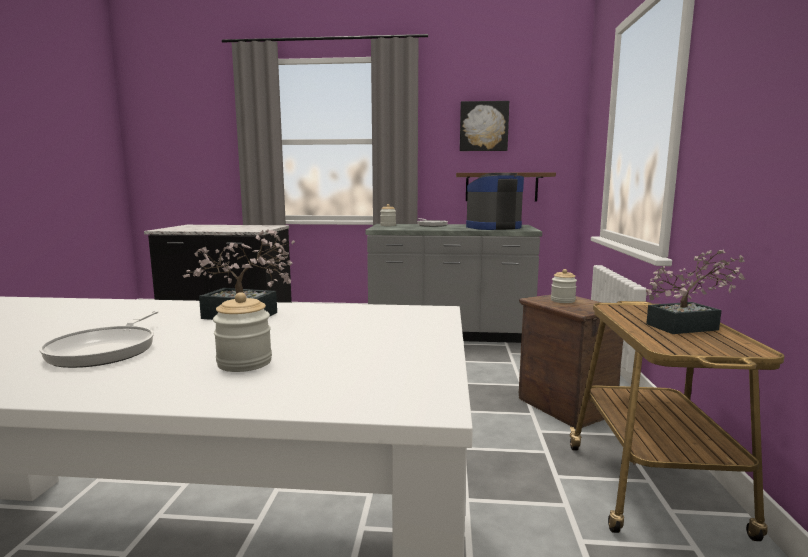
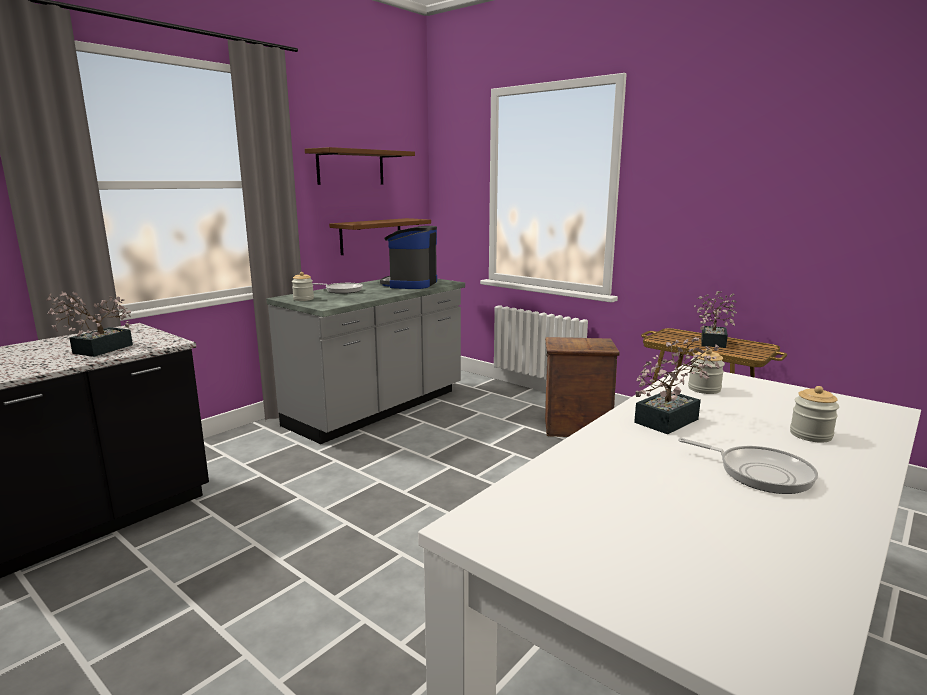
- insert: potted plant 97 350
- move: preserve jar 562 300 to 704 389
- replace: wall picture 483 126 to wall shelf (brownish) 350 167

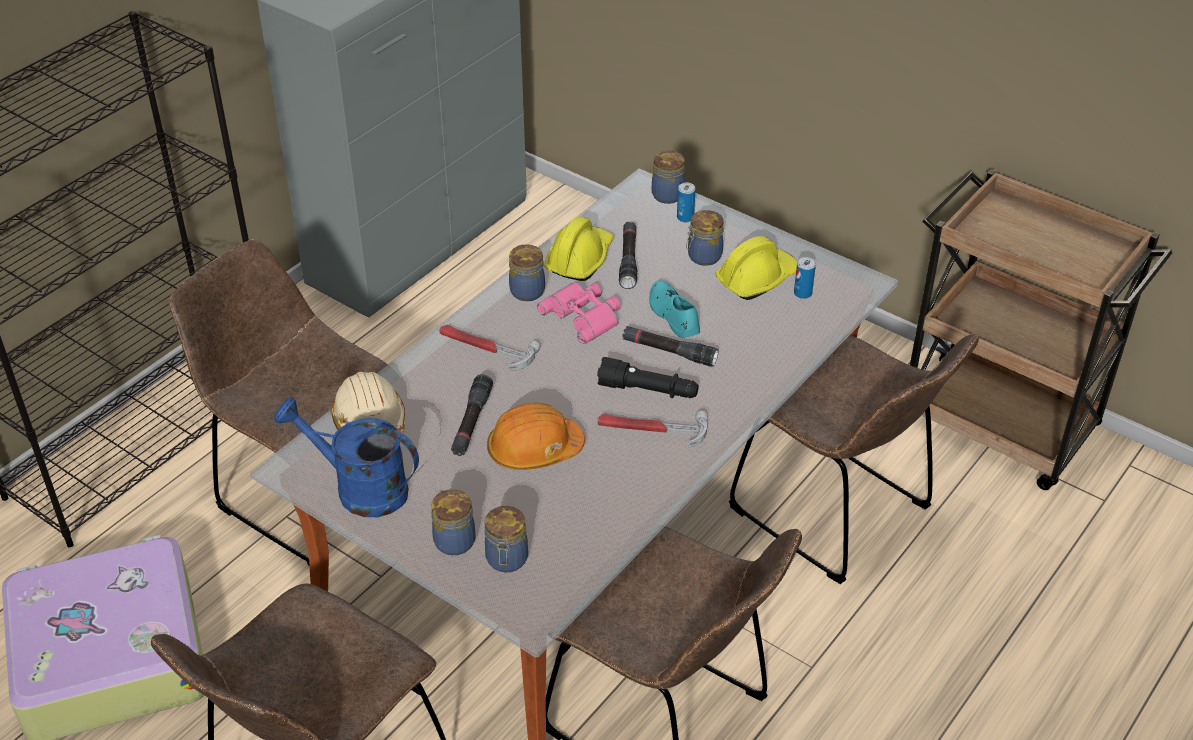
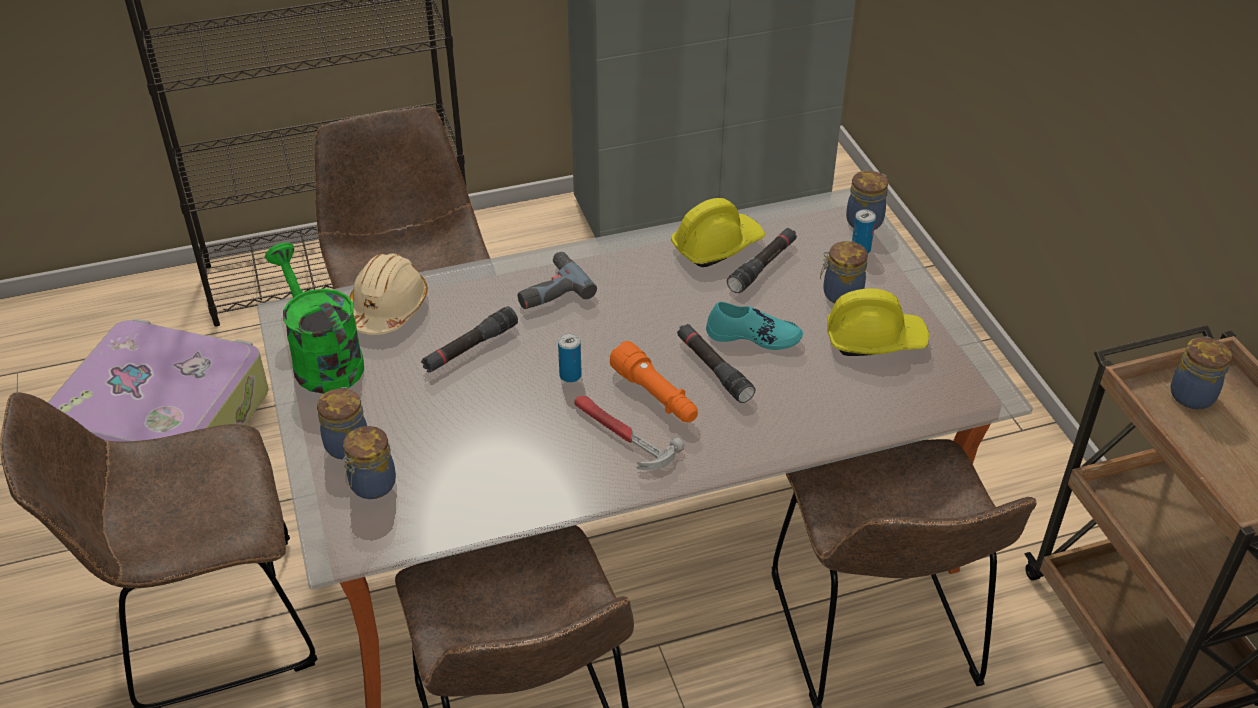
- delete: work helmet (orangey) 534 450
- delete: pair of binoculars (pink-coloured) 584 315
- move: preserve jar 526 290 to 1192 394
- move: metal can 802 293 to 570 375
- replace: hand hammer 485 349 to electric drill 549 289
- recolor: watering can (blue-coloured) 360 488 to watering can (green-coloured) 322 359
- recolor: flashlight (blackish) 648 391 to flashlight (orangey) 656 396
- rotate: low shoe (turquoise) 673 315 = 753 336 90 degrees clockwise

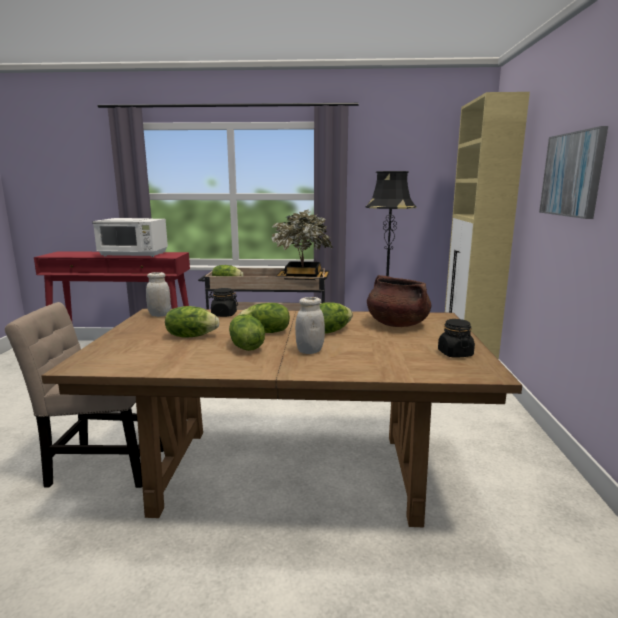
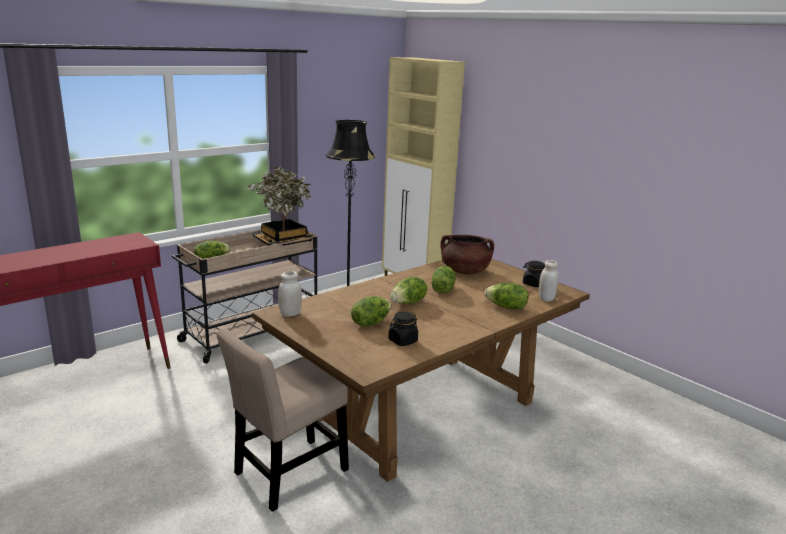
- delete: kitchen microwave (white) 134 254
- delete: wall picture 572 174
- move: preserve jar (blackish) 224 315 to 402 341
- move: head of lettuce 245 347 to 506 307
- move: preserve jar (white) 309 351 to 546 298

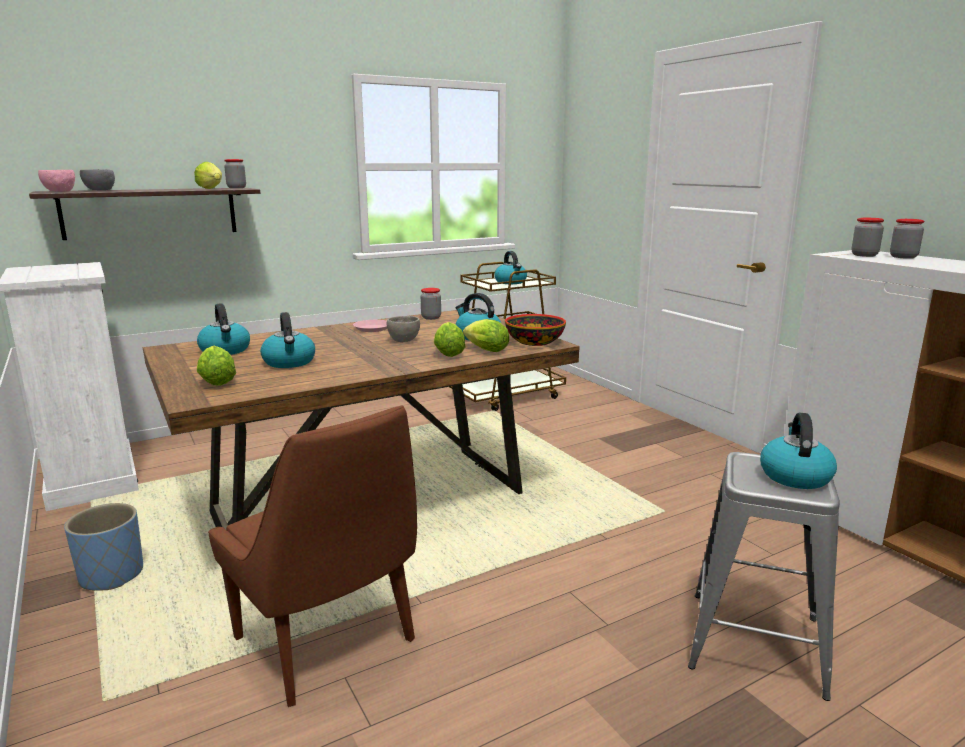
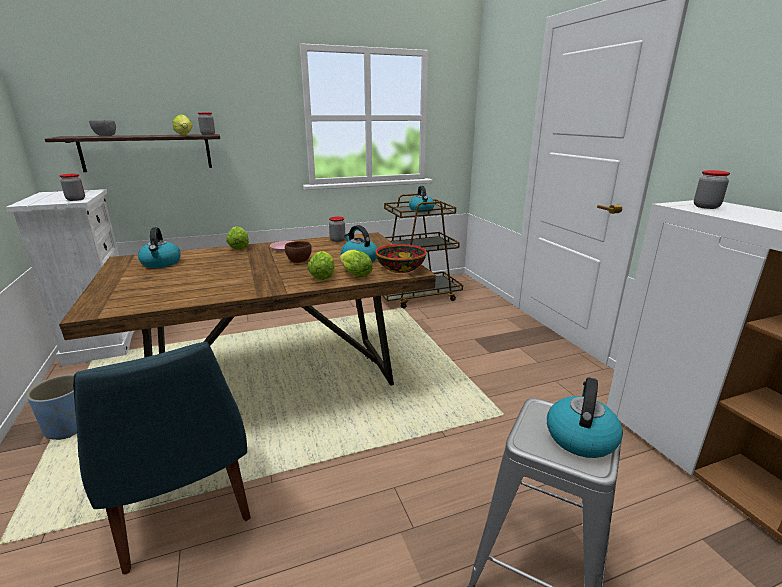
- delete: deep dish (pink-coloured) 59 191
- delete: tea kettle 289 362
- move: head of lettuce 216 381 to 239 247
- move: preserve jar 903 257 to 76 199
- recolor: upright chair (brownish) 328 643 to upright chair (blue-coloured) 184 512
- recolor: deep dish (grey) 404 340 to deep dish (brownish) 299 261

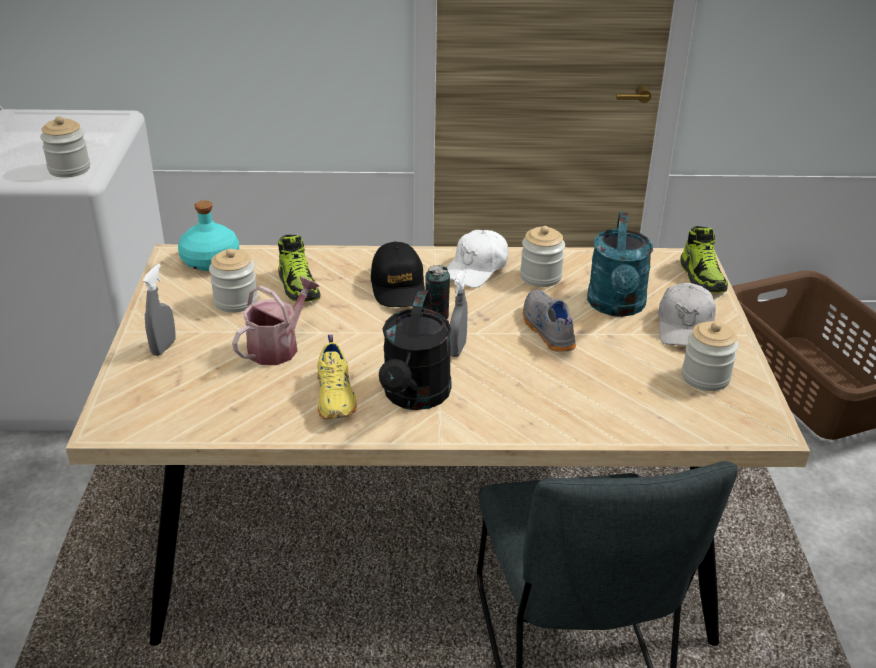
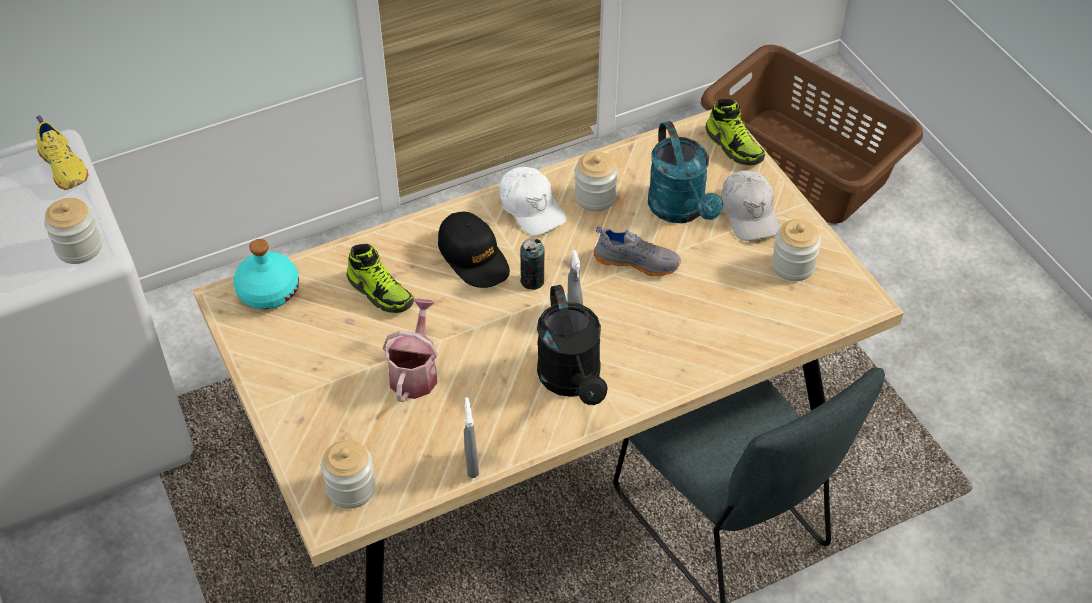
- move: spray bottle (grey) 163 347 to 472 464
- move: preserve jar 236 301 to 351 488
- move: low shoe (yellow-coloured) 336 397 to 65 167
- rotate: baseball cap (white) 476 268 = 531 208 45 degrees counterclockwise
- rotate: low shoe (grey) 546 329 = 637 261 150 degrees clockwise

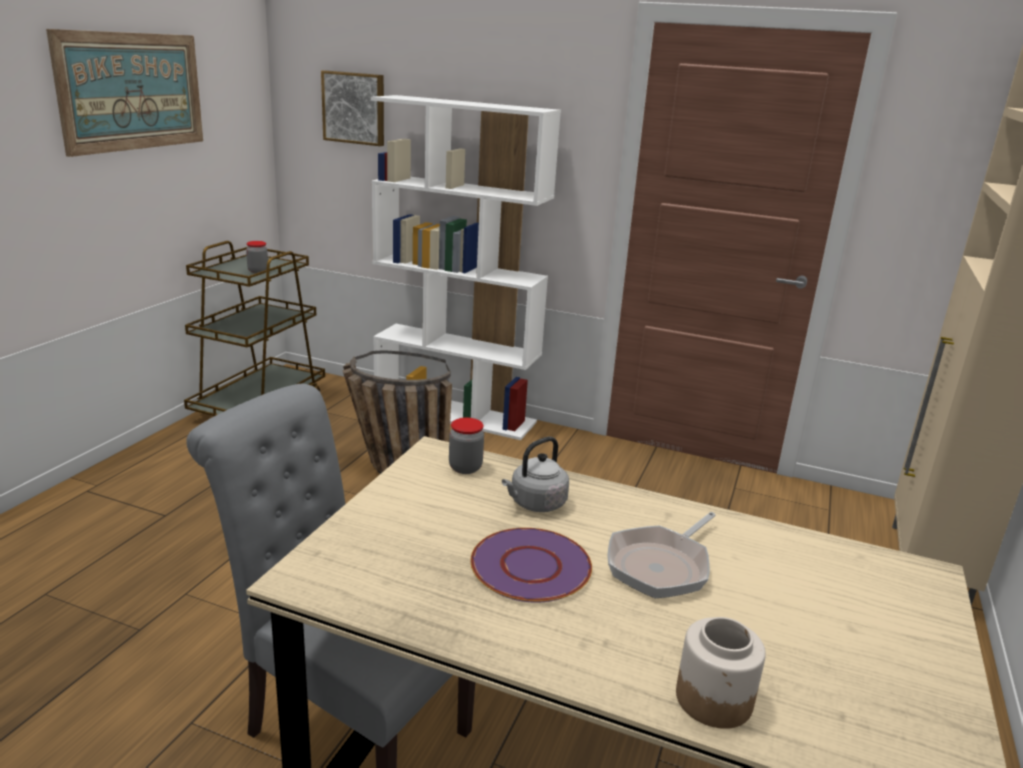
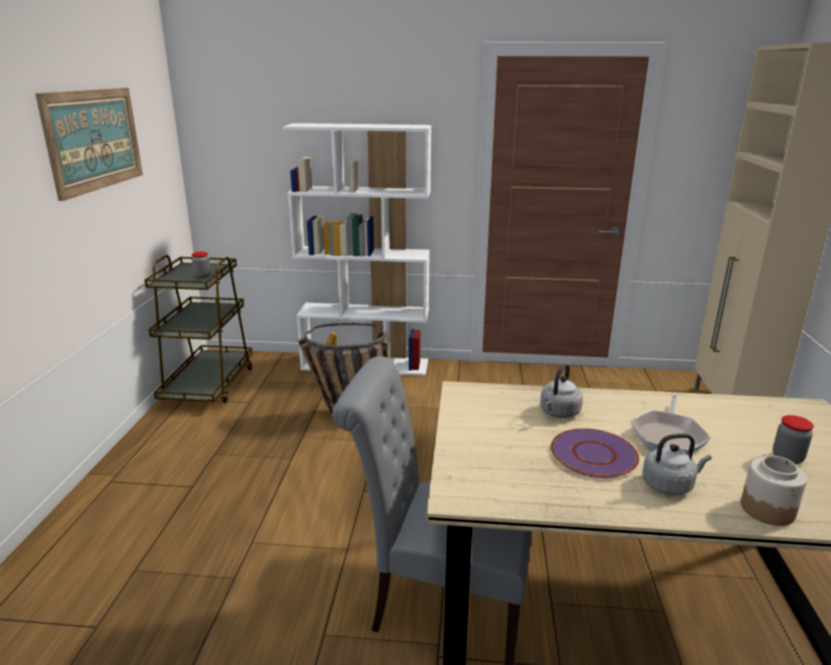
- delete: wall picture 354 108
- insert: tea kettle (grey) 669 485
- move: preserve jar 465 468 to 787 458

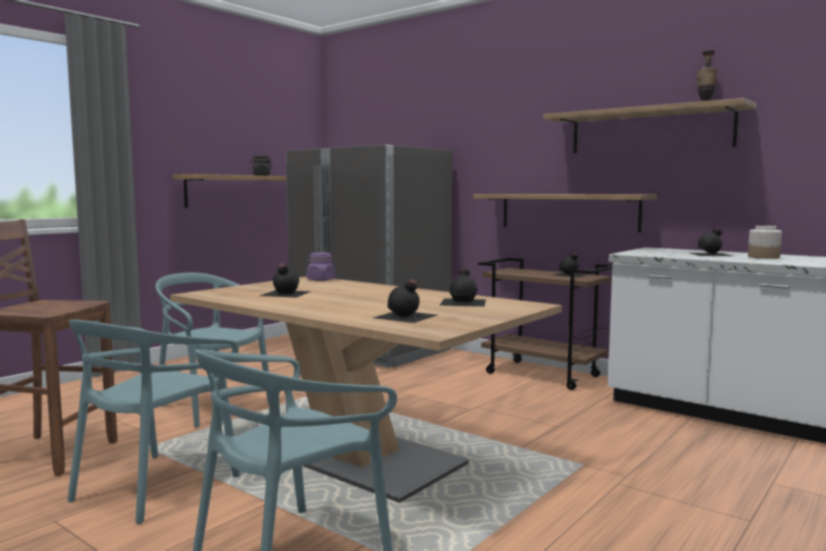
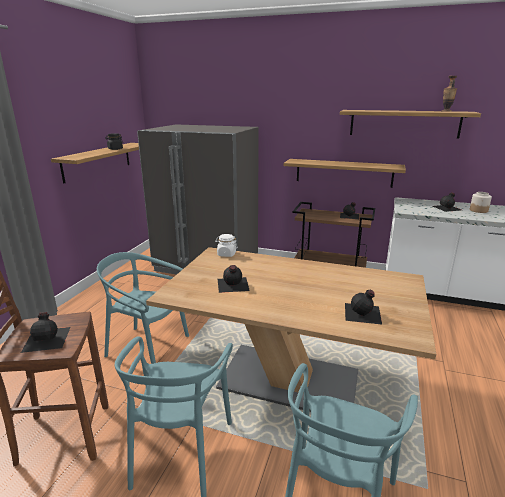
- move: drink bottle (blackish) 464 302 to 47 338
- recolor: preserve jar (purplish) 320 280 to preserve jar (white) 226 254

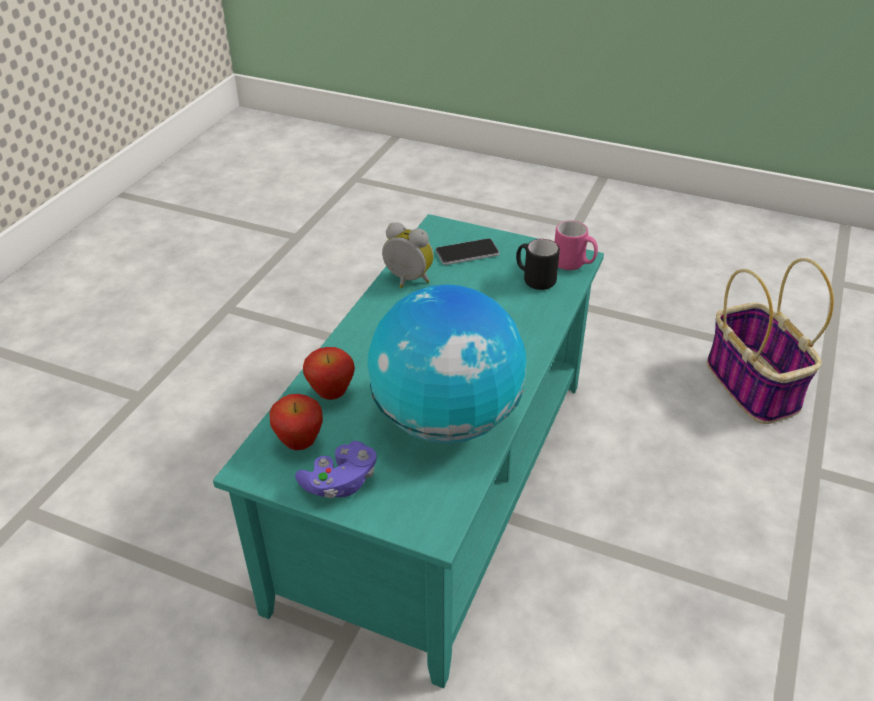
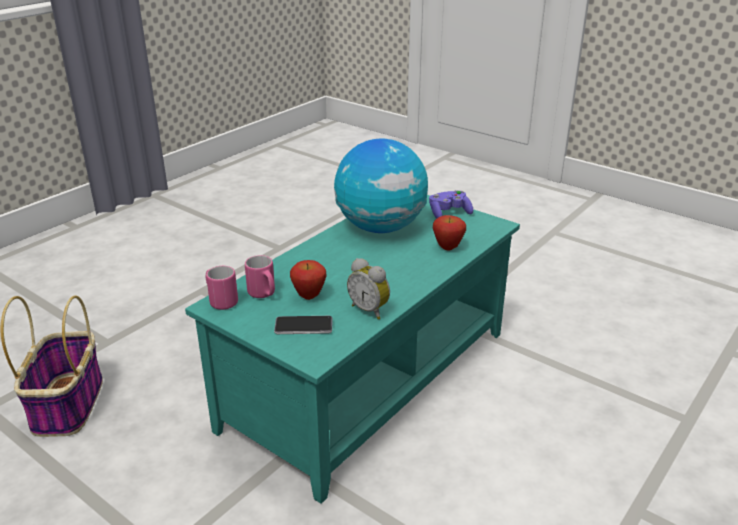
- move: apple fruit 300 443 to 309 296
- recolor: mug (blackish) 534 279 to mug (pink-coloured) 264 294

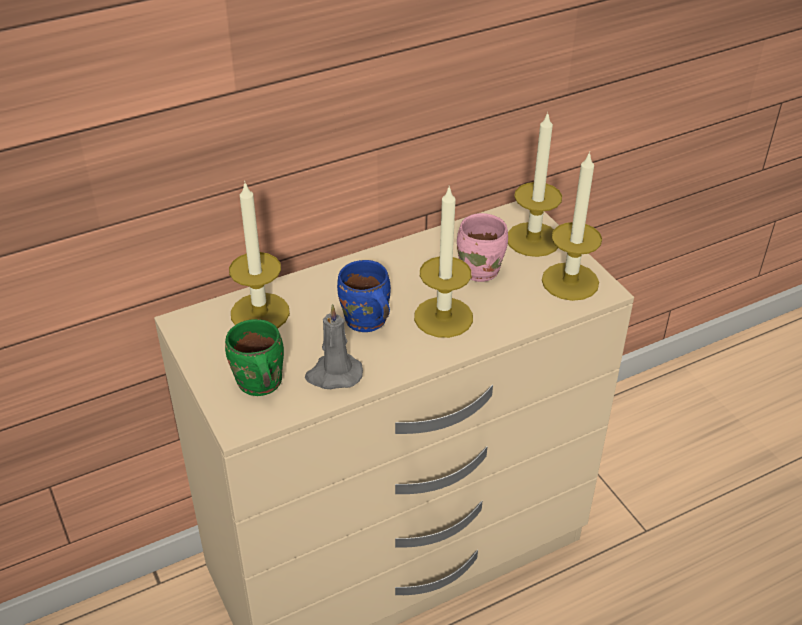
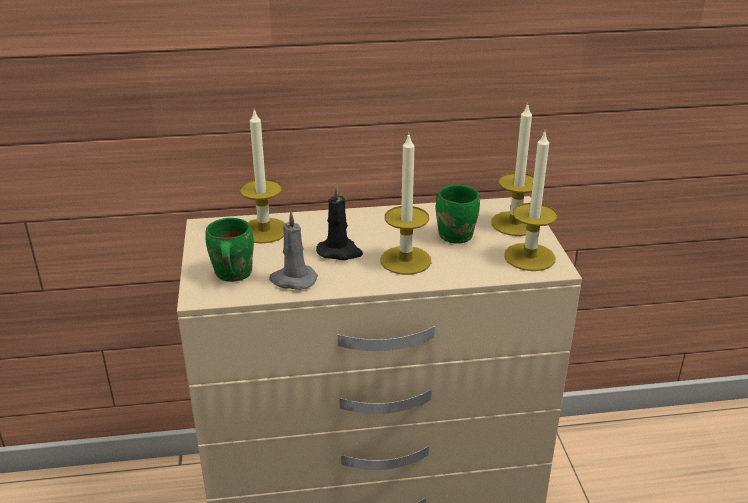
- replace: mug (blue-coloured) 365 323 to candle (blackish) 340 252
- recolor: mug (pink-coloured) 481 269 to mug (green-coloured) 458 235

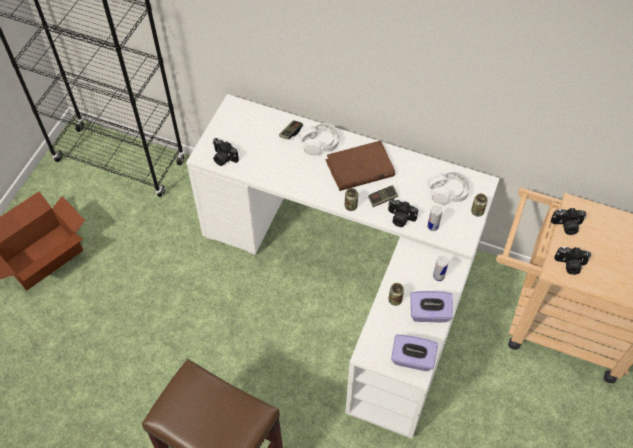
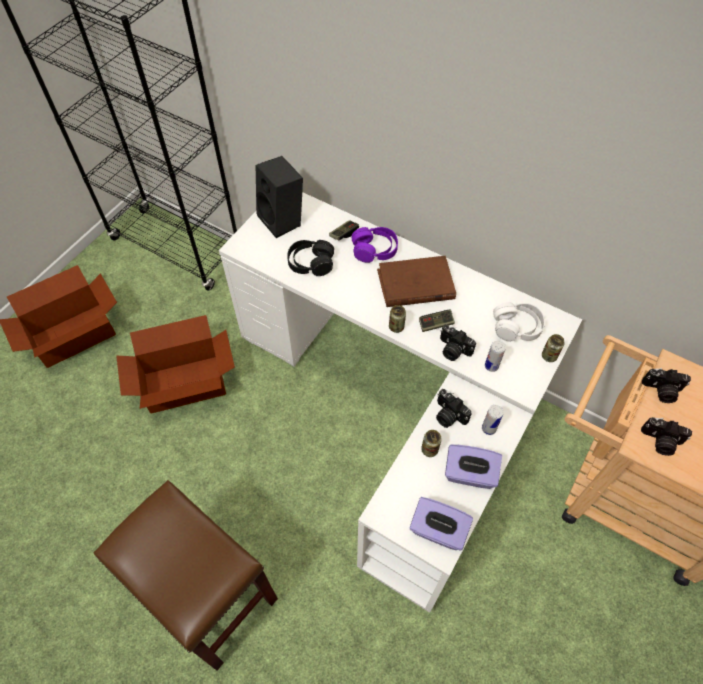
- insert: cardboard box 184 383
- insert: audio speaker (blackish) 283 220
- insert: headphones (blackish) 311 263
- move: still camera 223 158 to 448 415
- recolor: headphones (white) 319 143 to headphones (purplish) 374 250

